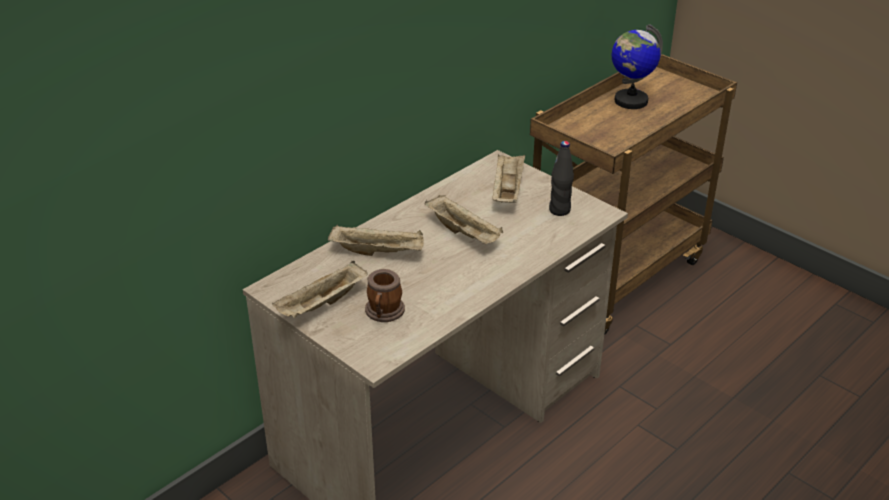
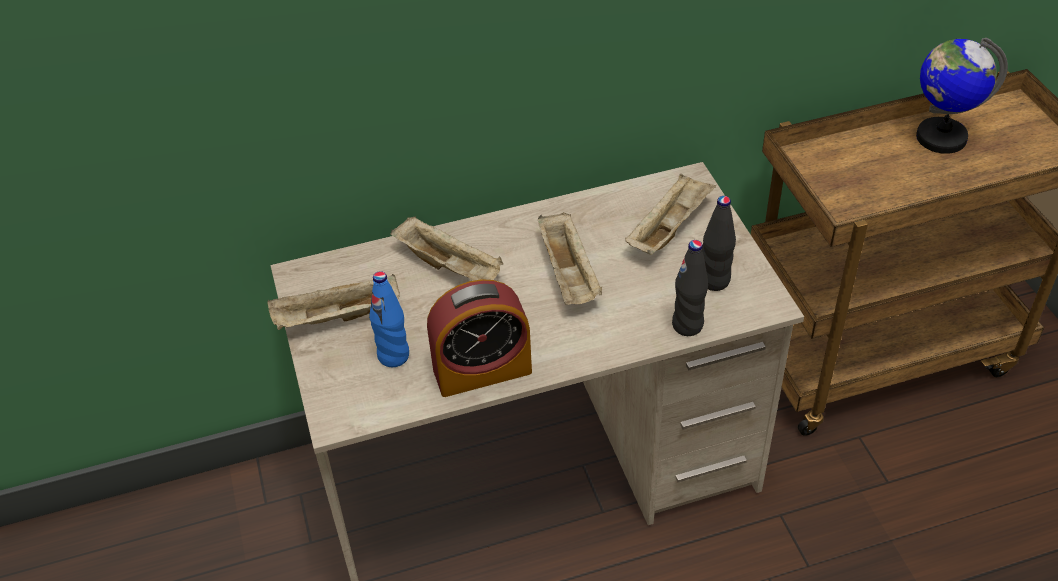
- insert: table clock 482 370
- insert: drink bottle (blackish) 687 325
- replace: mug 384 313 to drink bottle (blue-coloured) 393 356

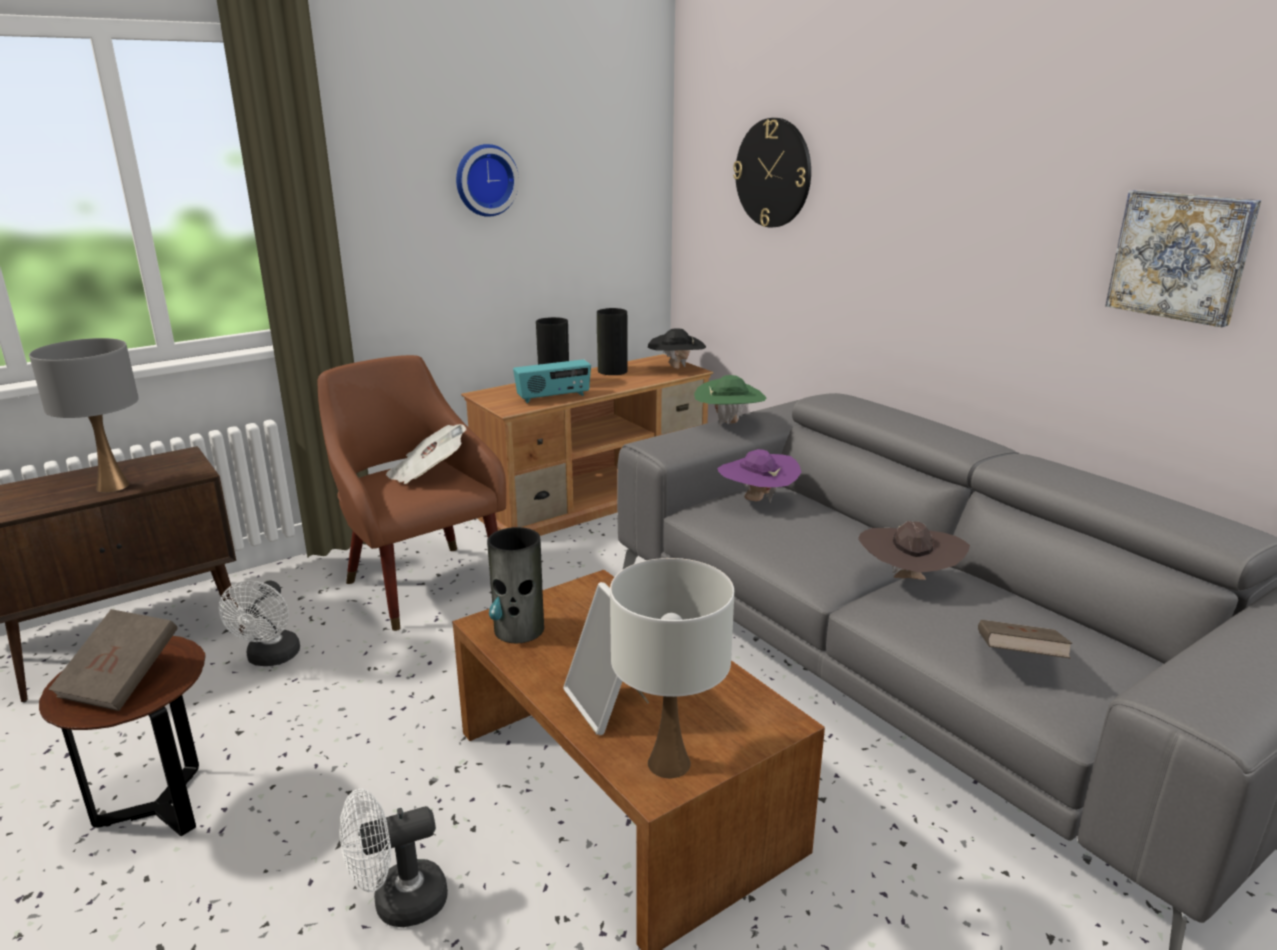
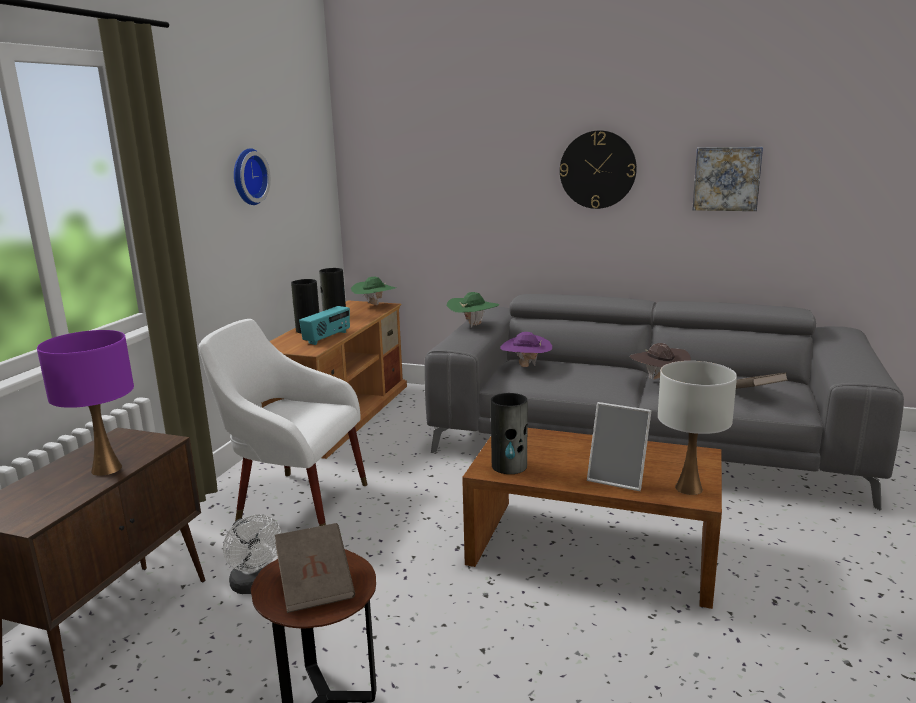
- delete: electric fan (white) 398 903
- delete: newspaper 427 474
- move: wall clock 773 173 to 597 169
- recolor: tabletop lamp (grey) 113 486 to tabletop lamp (purplish) 107 468
- recolor: lounge chair (brownish) 421 581 to lounge chair (white) 295 500
- recolor: clothing hat (blackish) 676 368 to clothing hat (green-coloured) 374 306

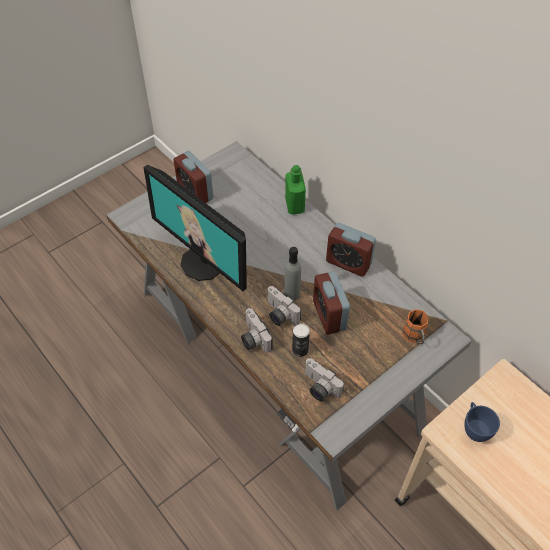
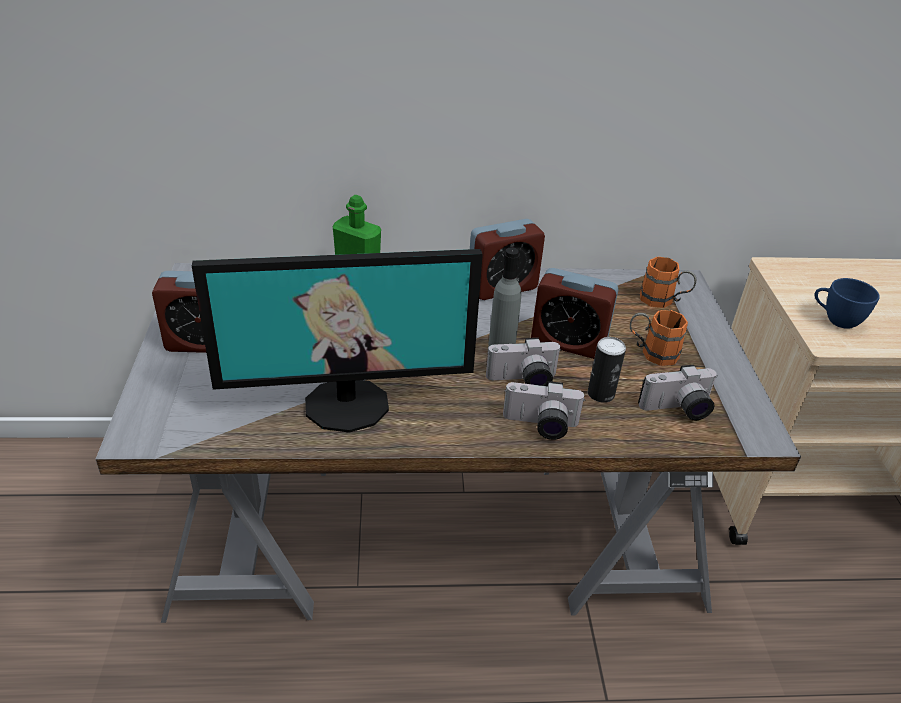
- insert: mug (orangey) 651 353

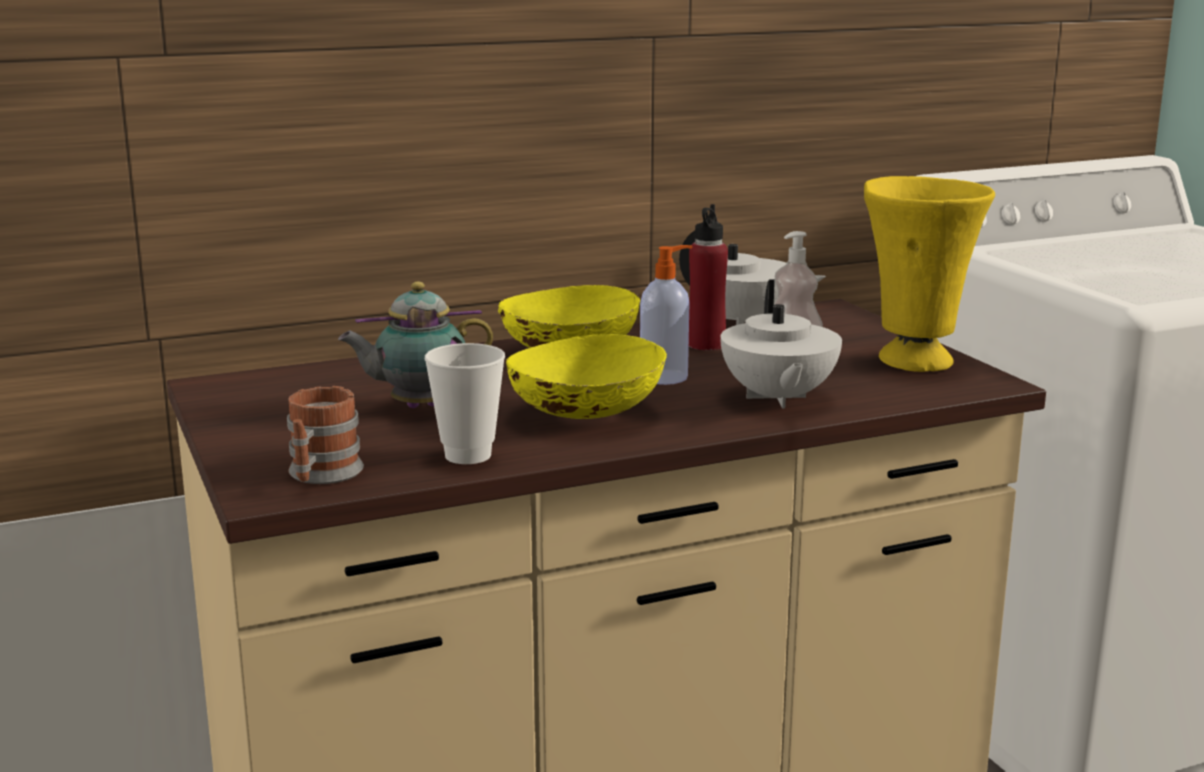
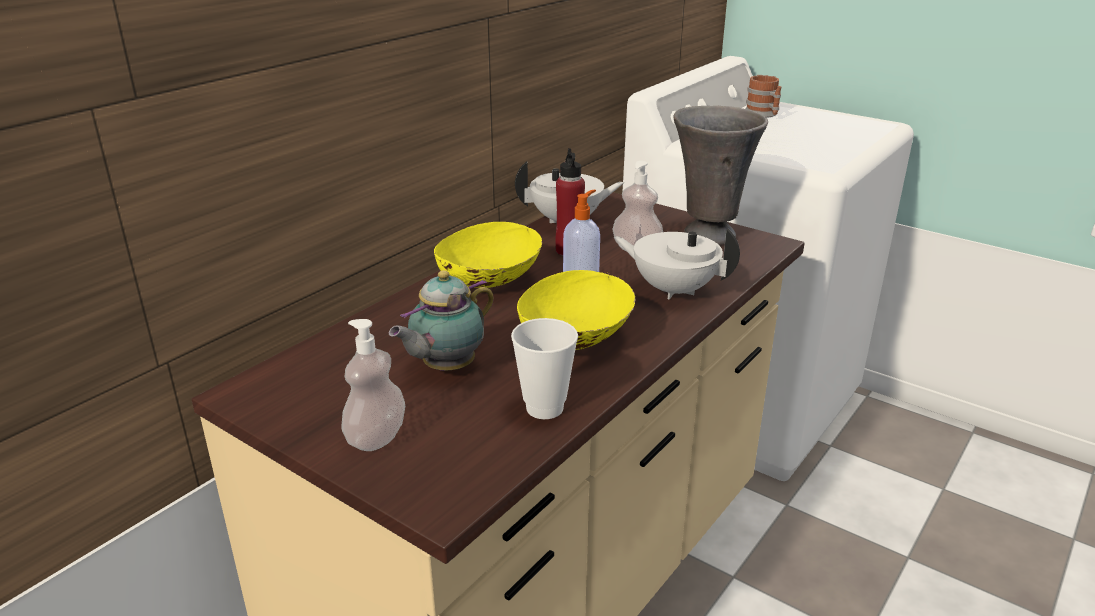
- insert: soap bottle 376 438
- move: mug 321 475 to 763 114
- recolor: flower vase (yellow-coloured) 914 360 to flower vase (grey) 708 234
- rotate: teapot (white) 777 398 = 673 290 150 degrees clockwise

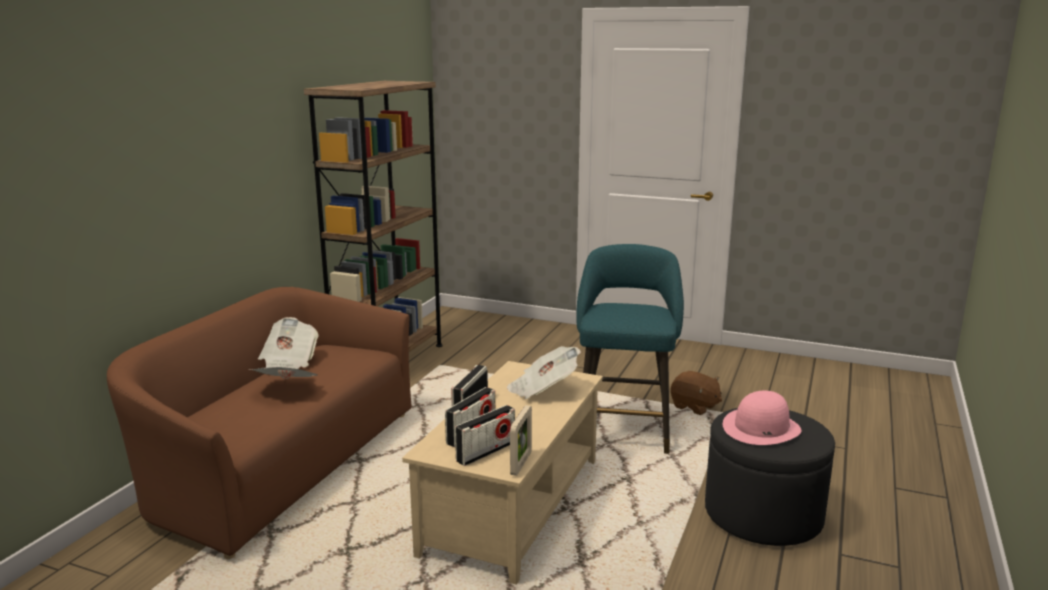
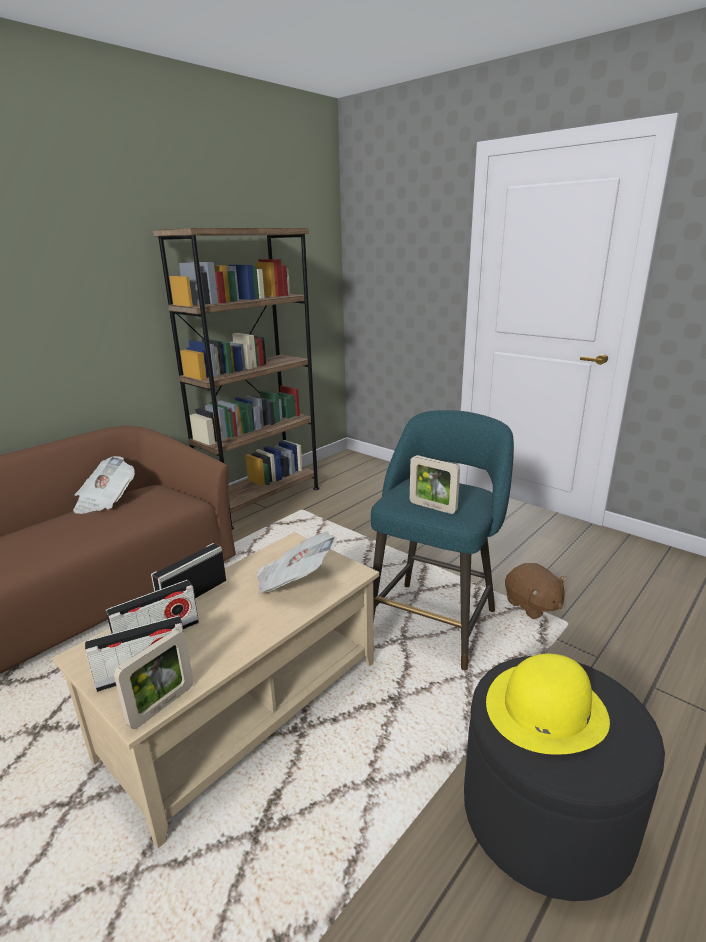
- delete: newspaper 288 389
- insert: standing frame 432 507
- recolor: clothing hat (pink-coloured) 761 428 to clothing hat (yellow-coloured) 545 709

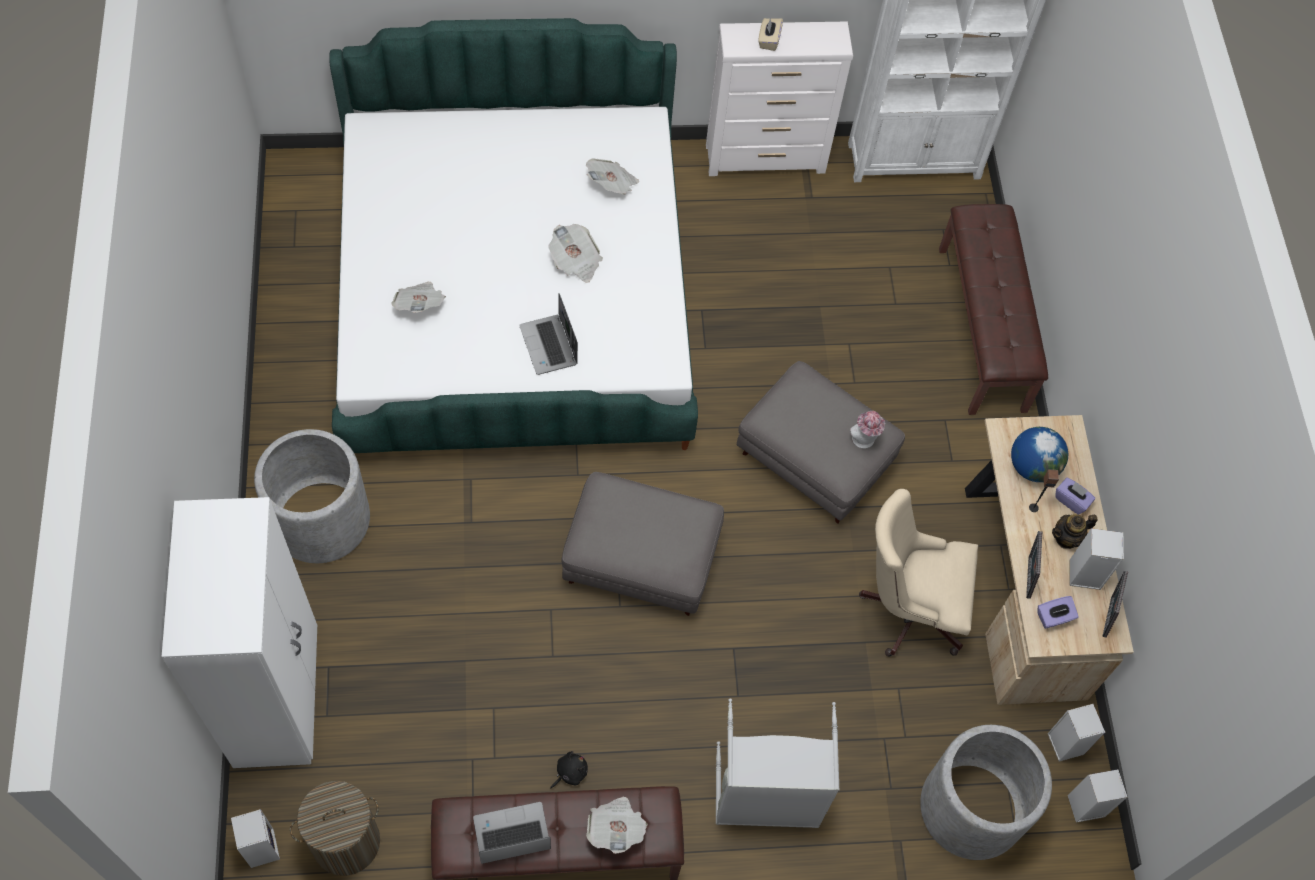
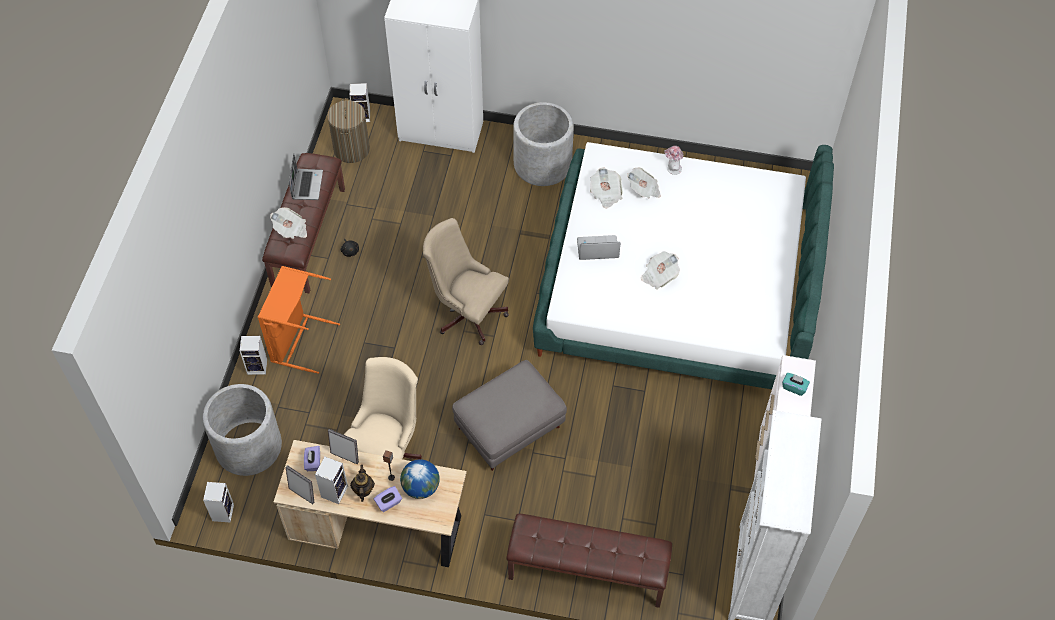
- move: newspaper 612 184 to 606 194
- move: clothing hat 864 441 to 672 169
- move: audio speaker 1064 742 to 258 366
- replace: ottoman (grey) 640 561 to desk chair (beige-coloured) 467 312
- recolor: hamper (grey) 766 798 to hamper (orangey) 298 341
- recolor: tissue holder (beige-coloured) 769 40 to tissue holder (turquoise) 794 387

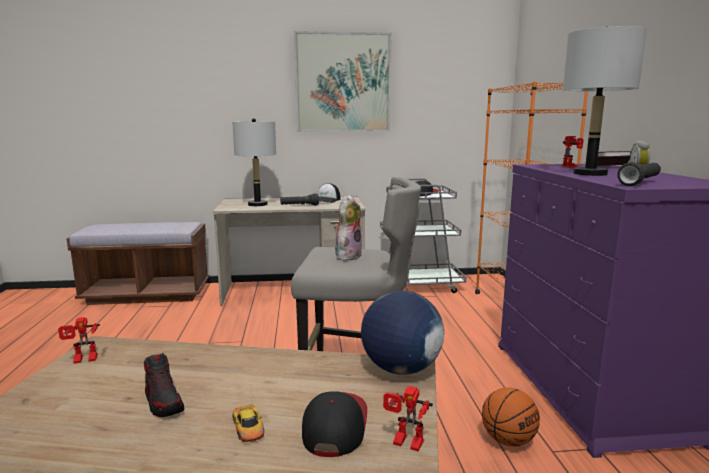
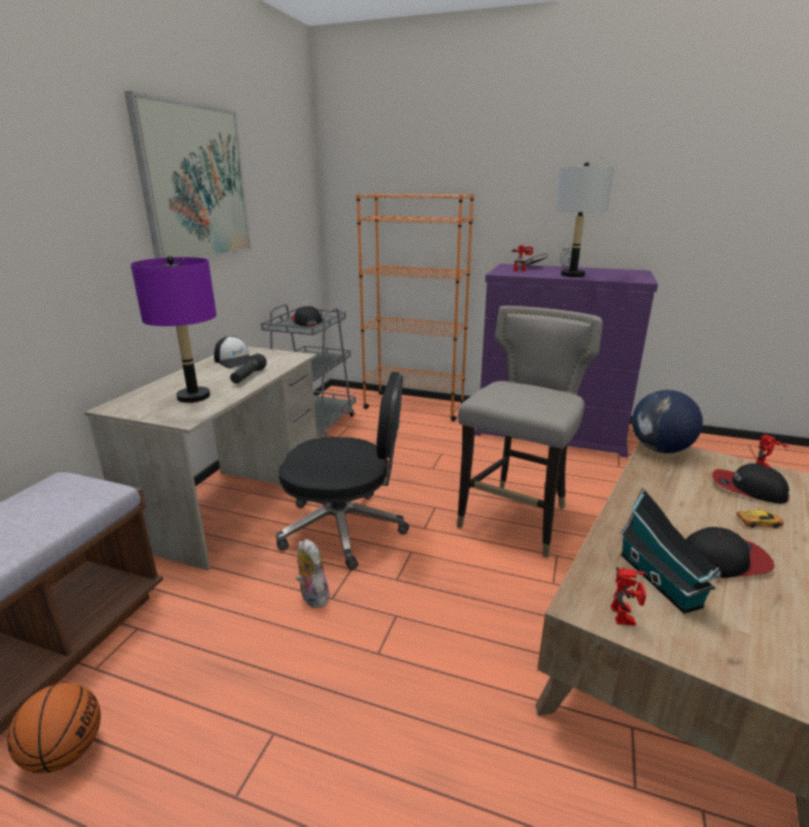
- delete: flashlight (blackish) 640 183
- insert: desk chair (blackish) 345 528
- insert: miniature house 662 582
- move: soft toy 347 256 to 312 597
- move: basketball 508 440 to 65 752
- replace: low shoe 163 402 to baseball cap 724 560
- recolor: tabletop lamp (grey) 258 204 to tabletop lamp (purplish) 194 396

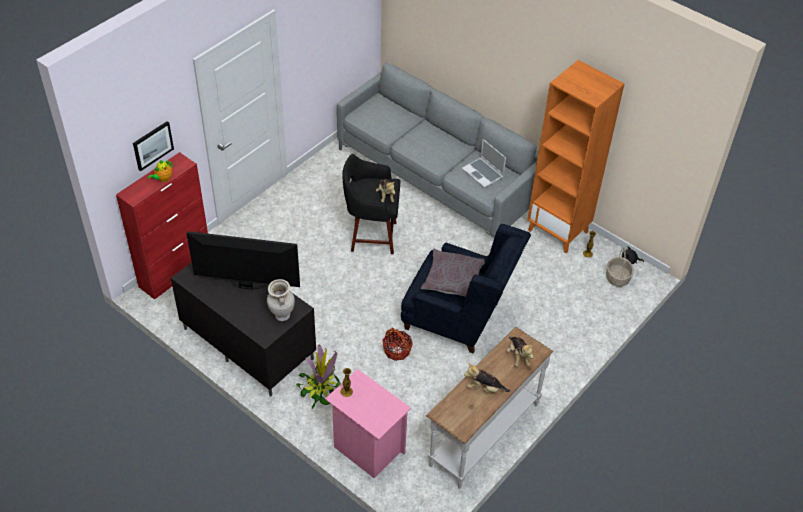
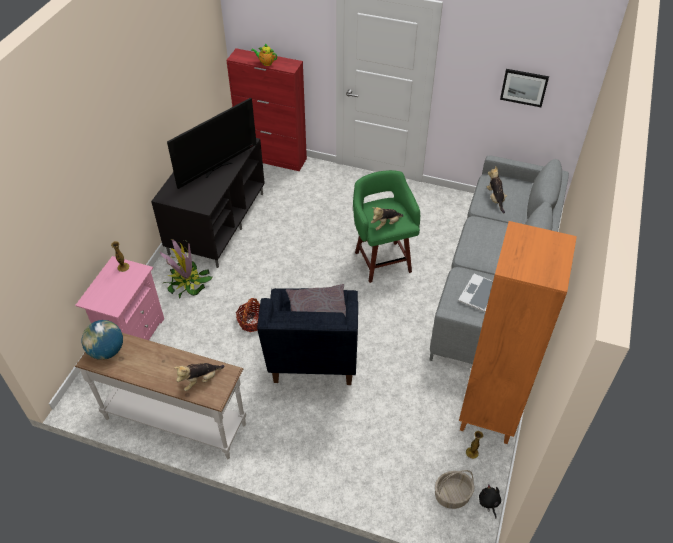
- delete: flower vase (beige-coloured) 282 316
- insert: world globe 107 351
- move: wall picture 152 145 to 524 87
- move: soft toy 484 388 to 495 199
- recolor: stool (blackish) 371 236 to stool (green-coloured) 382 260
- rotate: TV 246 285 = 217 168 60 degrees clockwise

